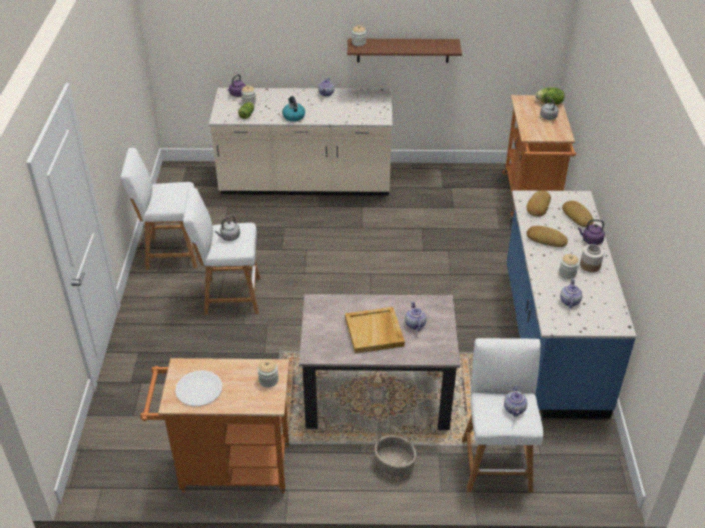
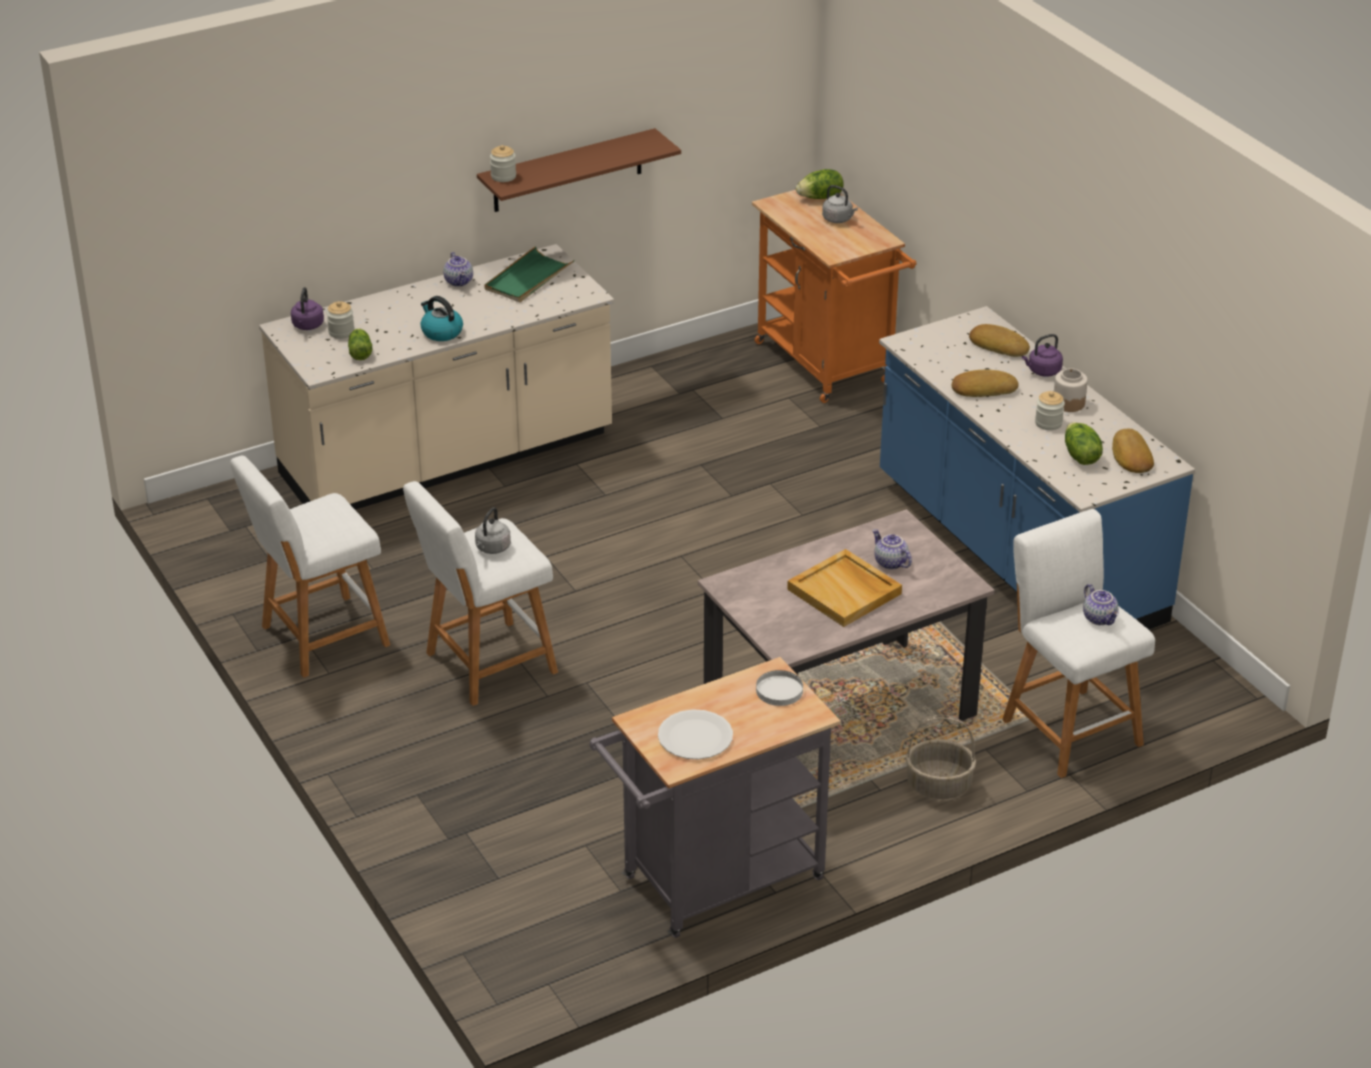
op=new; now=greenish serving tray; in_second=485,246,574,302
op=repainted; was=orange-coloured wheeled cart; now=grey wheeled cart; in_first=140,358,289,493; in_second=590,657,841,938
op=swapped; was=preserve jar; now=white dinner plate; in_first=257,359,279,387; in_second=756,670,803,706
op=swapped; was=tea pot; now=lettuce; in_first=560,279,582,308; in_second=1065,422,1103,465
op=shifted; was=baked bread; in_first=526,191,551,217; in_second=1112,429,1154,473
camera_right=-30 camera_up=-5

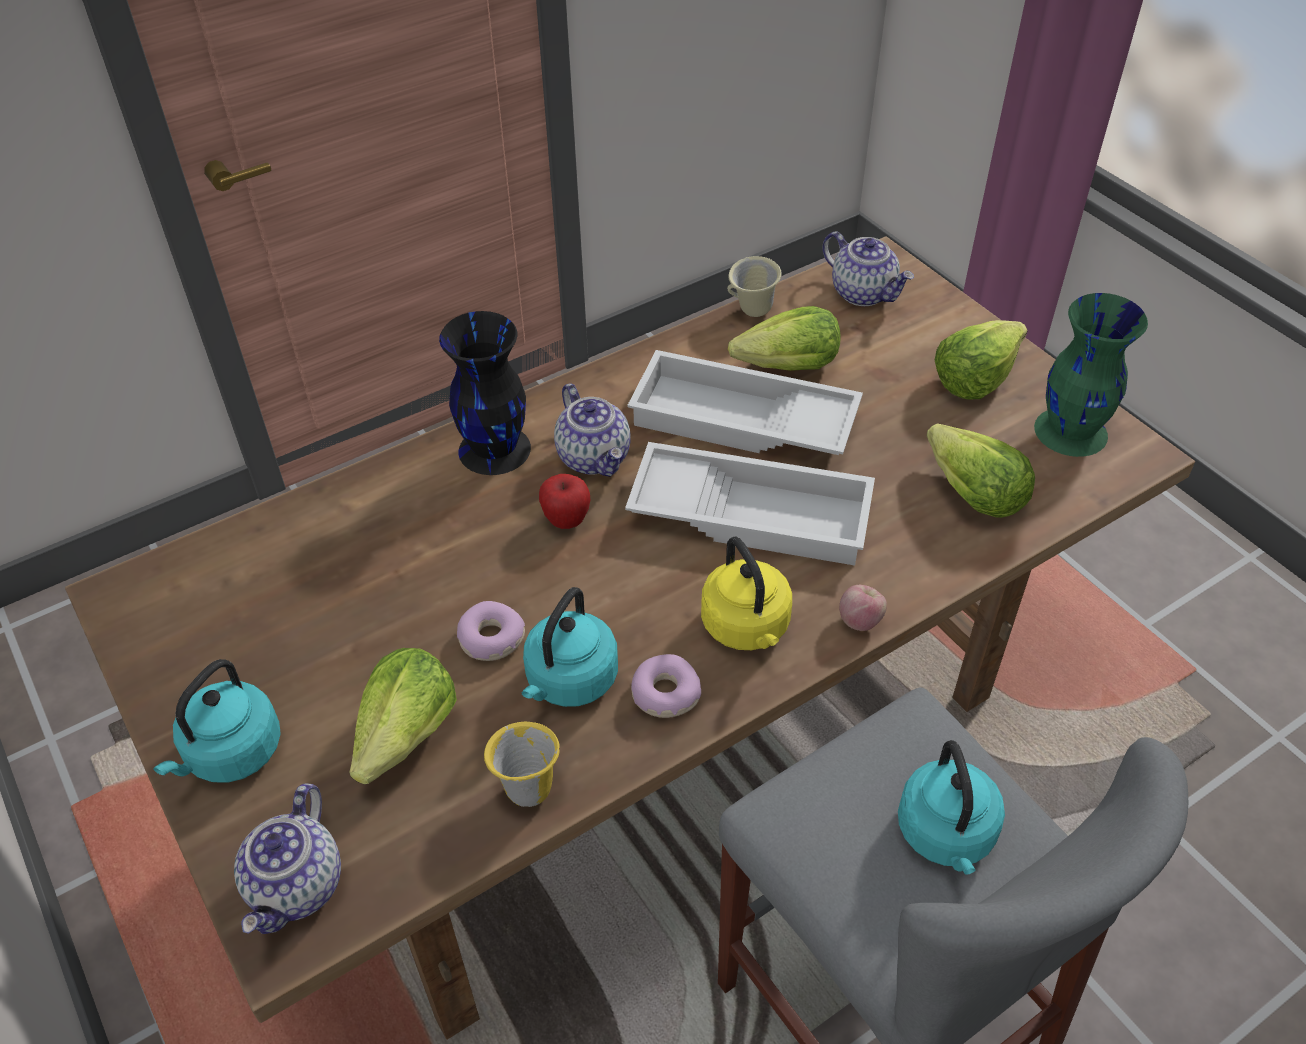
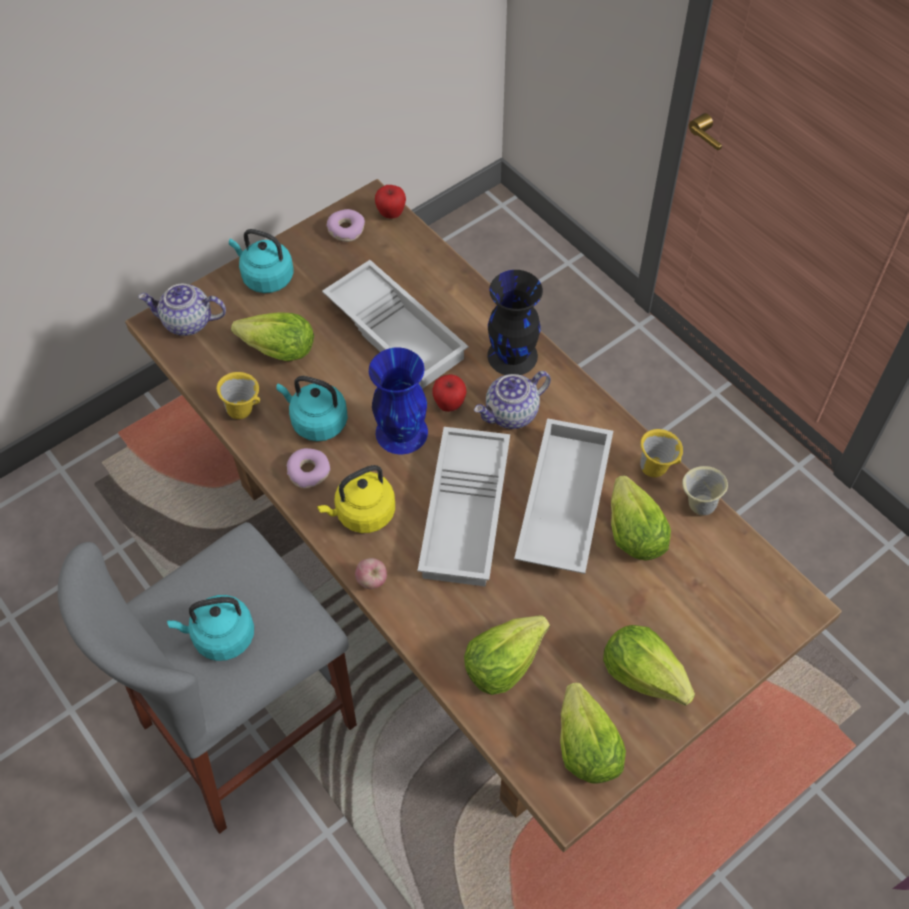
op=new; now=white serving tray; in_second=322,260,469,389
op=shifted; was=doughnut; in_first=457,601,525,661; in_second=327,209,365,242
op=new; now=blue decorative vase; in_second=369,347,428,454
op=new; now=whole apple; in_second=375,185,406,219
op=swapped; was=greenish decorative vase; now=lettuce; in_first=1034,293,1148,457; in_second=560,683,626,784
op=new; now=yellow tea mug; in_second=640,429,683,477
op=gone; was=tea pot; in_first=822,231,914,306
camera_right=85 camera_up=10

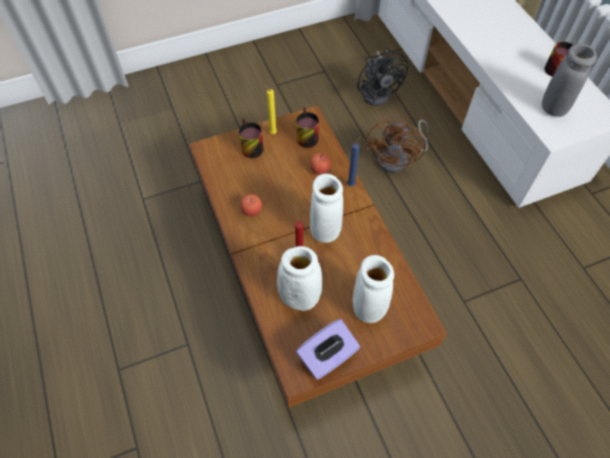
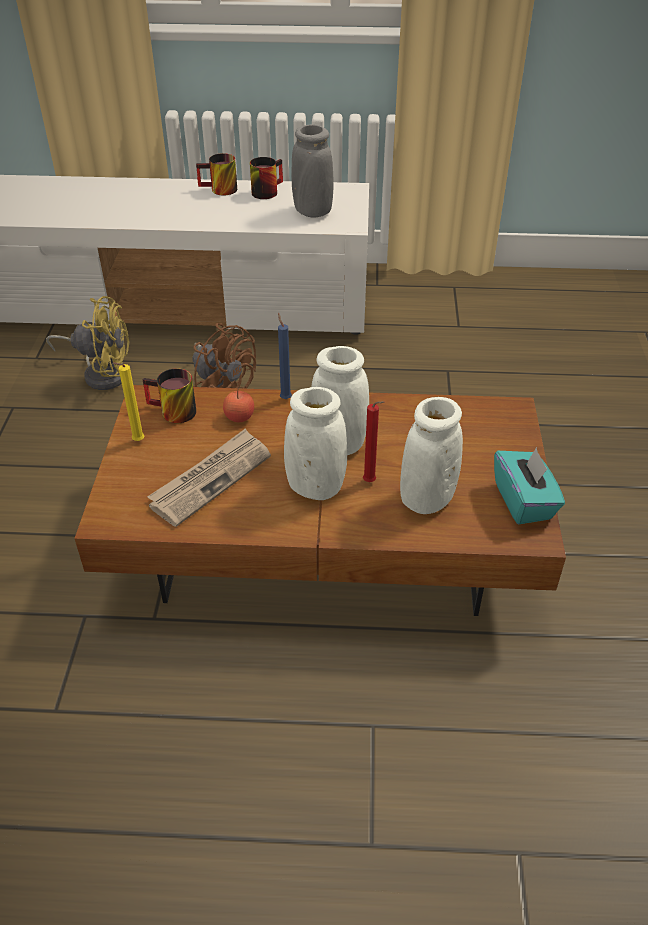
op=repainted; was=black fan; now=yellow fan; in_first=357,48,408,106; in_second=46,296,130,390
op=new; now=newspaper; in_second=147,429,271,527
op=shifted; was=tea mug; in_first=239,118,264,158; in_second=196,153,237,196
op=shifted; was=white decorative vase; in_first=353,255,394,323; in_second=284,387,347,500
op=repainted; was=purplish tissue box; now=turquoise tissue box; in_first=296,319,360,380; in_second=494,447,565,524
op=gone; was=whole apple; in_first=240,194,262,216
camera_right=-65 camera_up=-15

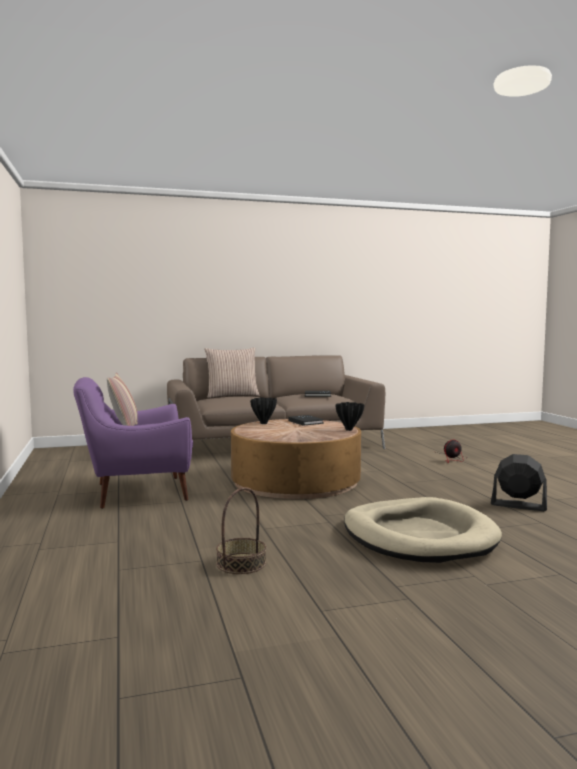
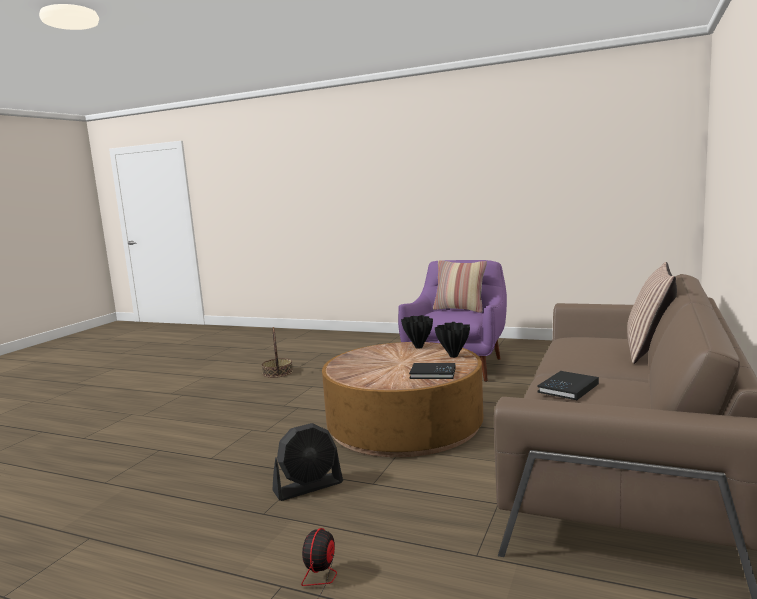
op=shifted; was=black fan; in_first=491,454,547,511; in_second=273,423,343,501
op=shifted; was=black decorative vase; in_first=335,402,365,431; in_second=401,315,433,349
op=gone; was=sand-coloured dog cushion; in_first=344,497,502,563
camera_right=130 camera_up=5

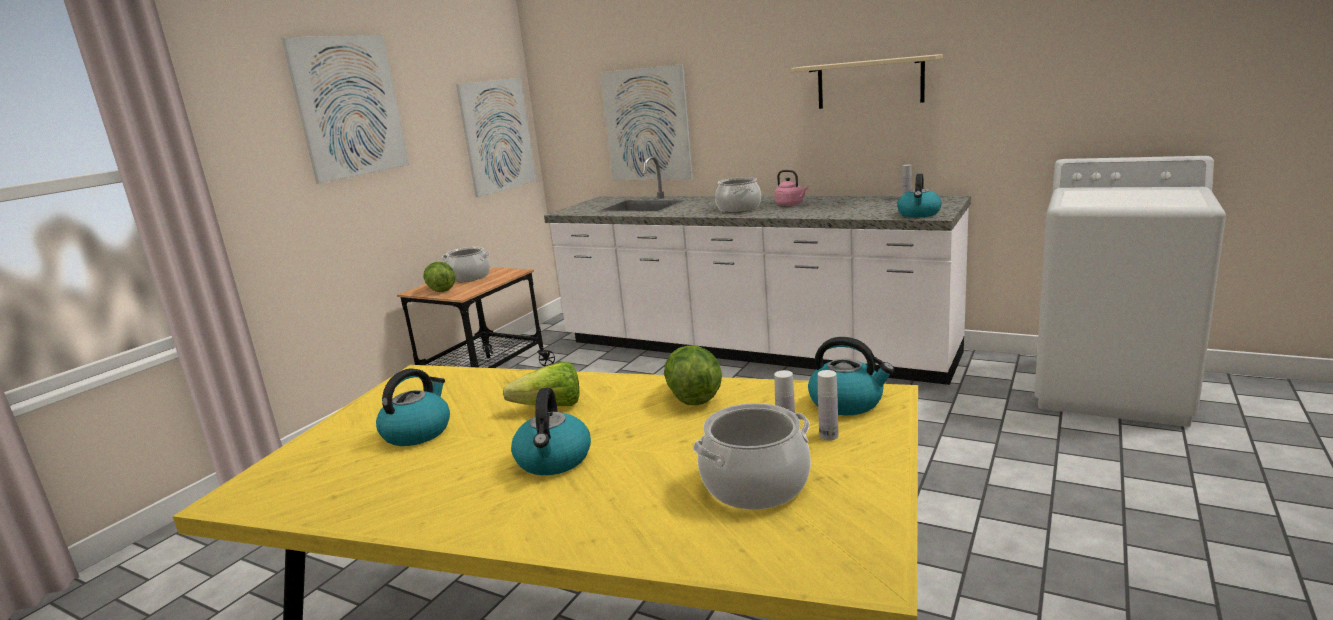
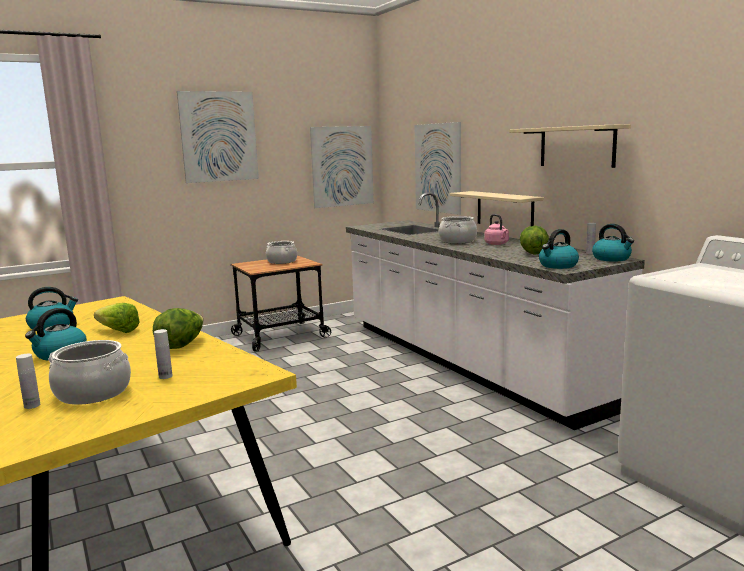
op=shifted; was=white beverage bottle; in_first=818,370,838,441; in_second=16,354,40,409
op=new; now=sand-coloured shelf; in_second=450,191,544,226
op=shifted; was=lettuce; in_first=423,262,455,292; in_second=520,226,549,255
op=shifted; was=kettle; in_first=808,337,894,415; in_second=592,224,634,262
camera_right=30 camera_up=-5

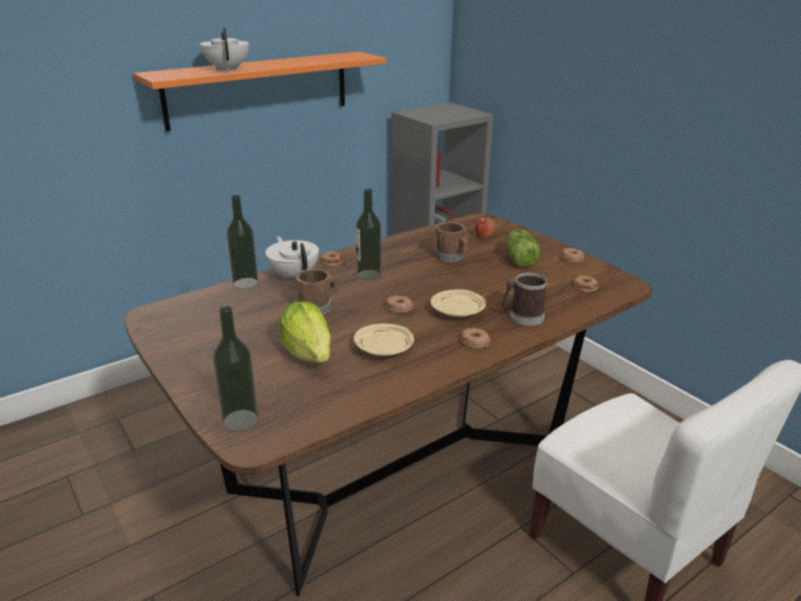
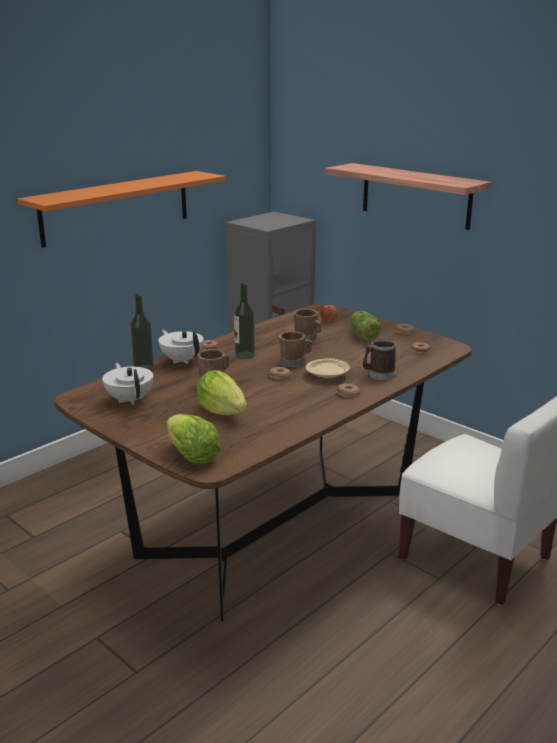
op=shifted; was=white tea pot; in_first=200,28,249,72; in_second=102,363,153,405
op=swapped; was=beverage bottle; now=lettuce; in_first=213,306,258,432; in_second=167,414,221,464
op=new; now=brown-coloured tea mug; in_second=279,331,312,367
op=new; now=shelf; in_second=325,163,492,230
op=gone; was=sand-coloured dinner plate; in_first=354,323,414,356
camera_right=-10 camera_up=-5

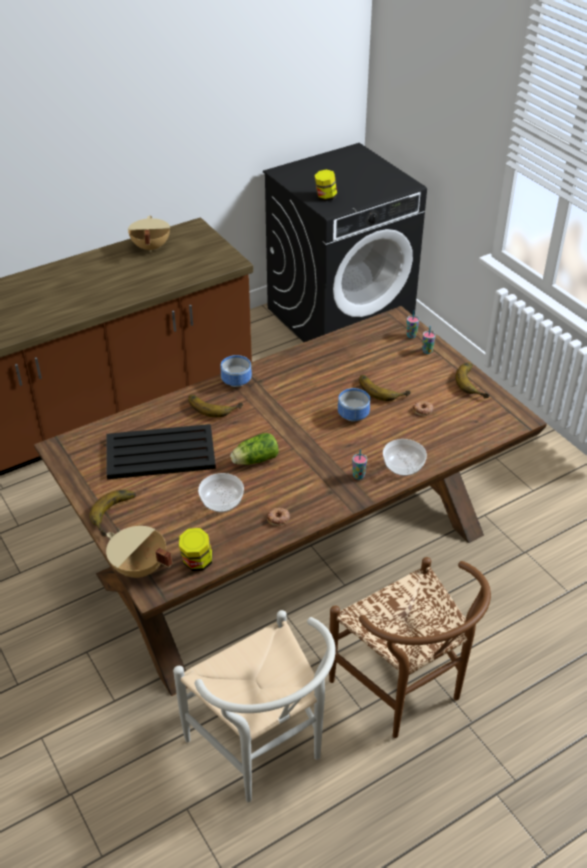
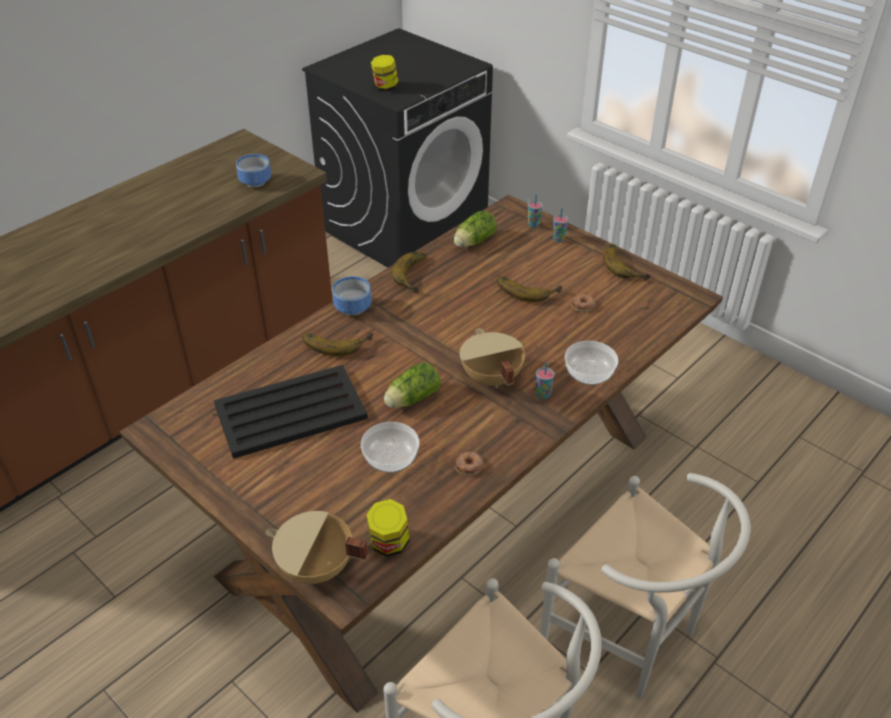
op=shifted; was=deep dish; in_first=338,388,370,422; in_second=236,154,271,187
op=shifted; was=banana fruit; in_first=89,490,136,537; in_second=392,251,427,293
op=new; now=lettuce; in_second=454,211,497,247
op=shifted; was=sand-coloured stockpot; in_first=128,216,170,253; in_second=460,328,525,388
op=repainted; was=brown-coloured chair; now=white chair; in_first=329,557,491,738; in_second=541,473,750,699
camera_right=-15 camera_up=0

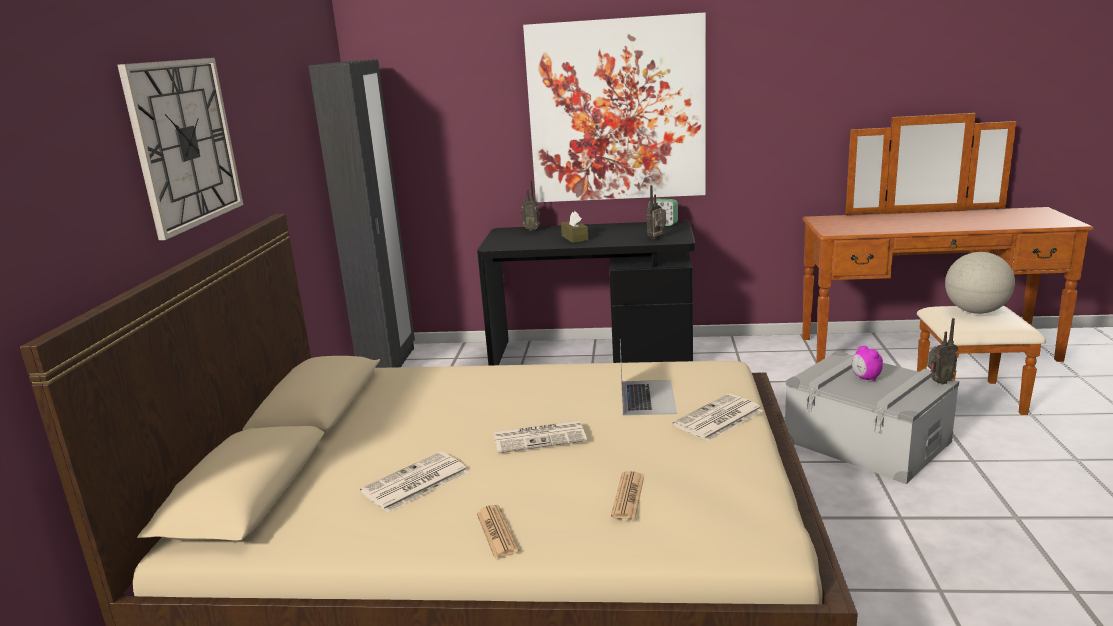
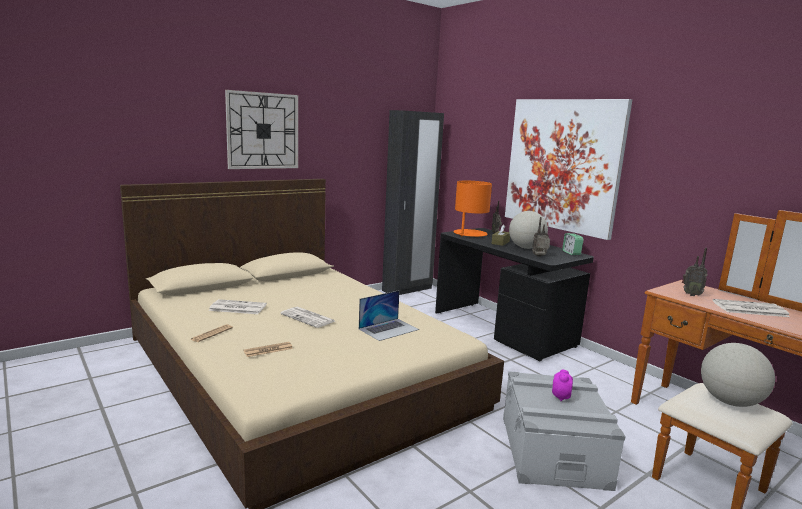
op=new; now=orange-coloured lamp for a table; in_second=454,181,492,237
op=new; now=globe; in_second=509,211,548,249
op=shifted; was=radio receiver; in_first=927,318,958,384; in_second=682,248,708,296
op=shifted; was=newspaper; in_first=673,394,763,441; in_second=713,299,790,317
camera_right=45 camera_up=-5

